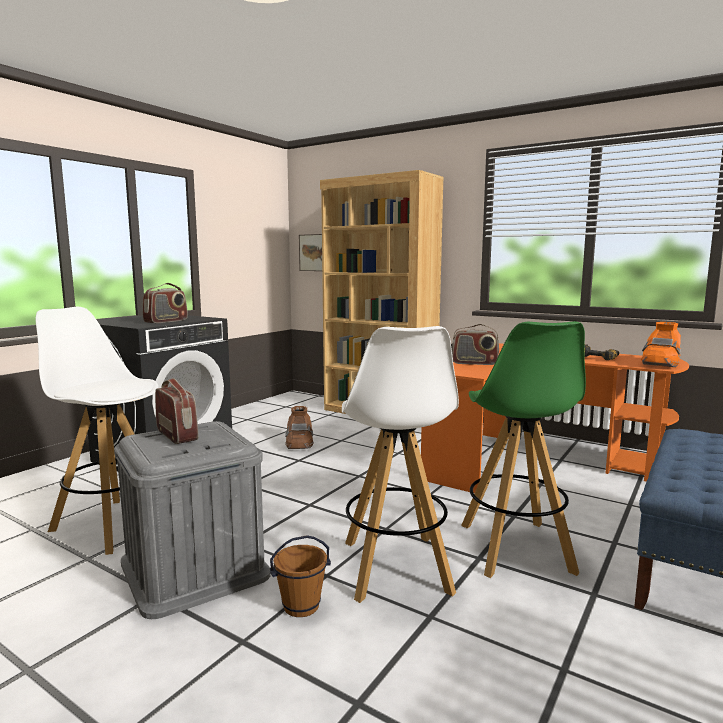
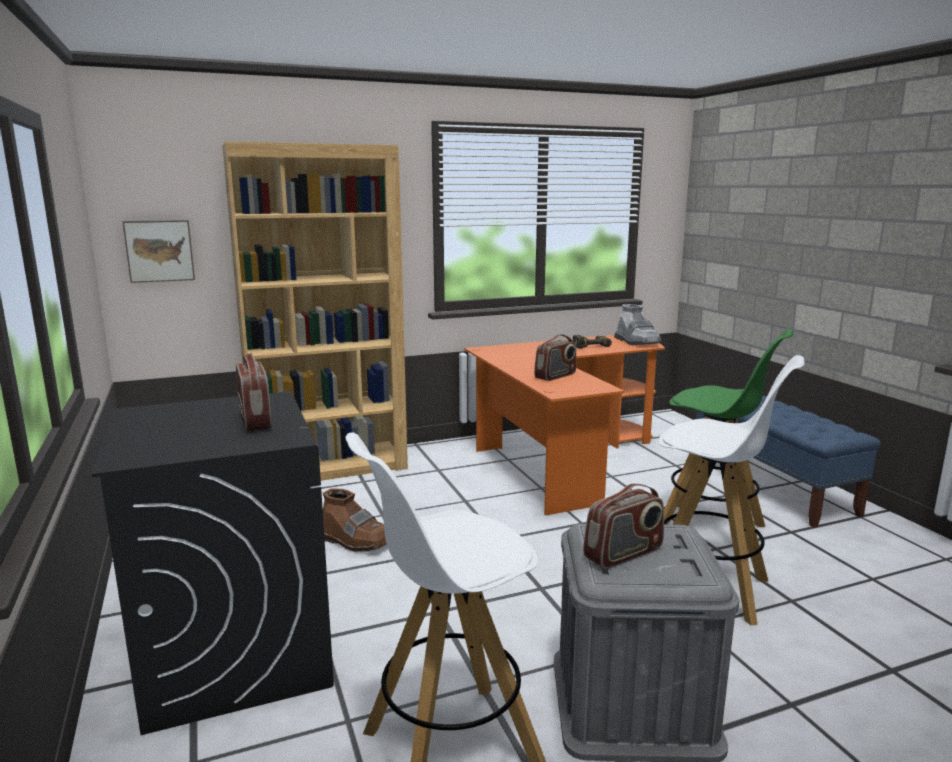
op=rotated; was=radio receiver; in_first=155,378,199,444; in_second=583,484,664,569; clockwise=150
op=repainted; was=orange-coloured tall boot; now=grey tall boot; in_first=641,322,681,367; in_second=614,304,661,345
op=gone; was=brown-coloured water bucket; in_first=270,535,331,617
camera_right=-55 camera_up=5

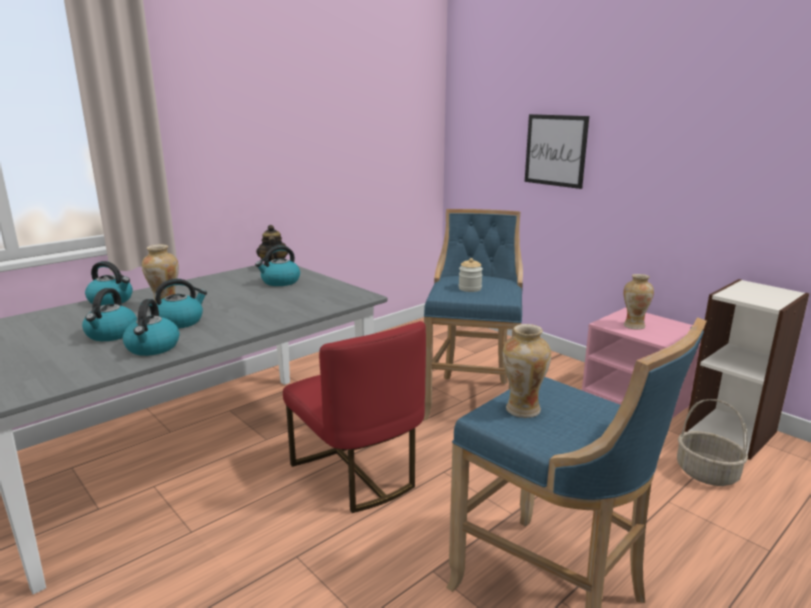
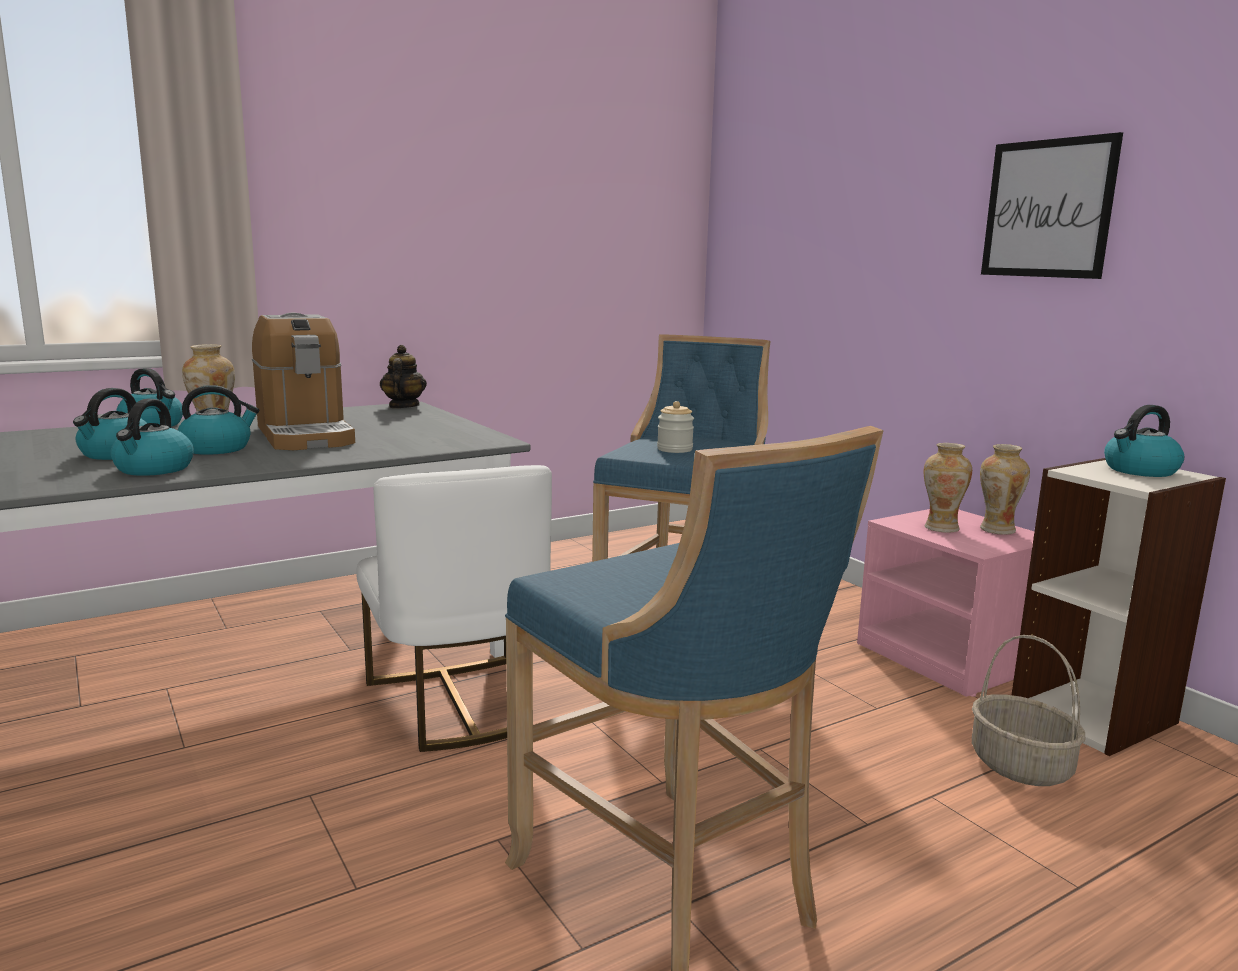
op=new; now=coffee maker; in_second=252,313,355,450
op=repainted; was=red-coloured chair; now=white chair; in_first=283,321,426,513; in_second=356,465,552,752
op=shifted; was=decorative vase; in_first=502,324,551,418; in_second=980,444,1030,535
op=shifted; was=wall picture; in_first=525,114,589,189; in_second=981,132,1123,279
op=shifted; was=kettle; in_first=255,245,300,286; in_second=1104,405,1184,477
camera_right=10 camera_up=-5

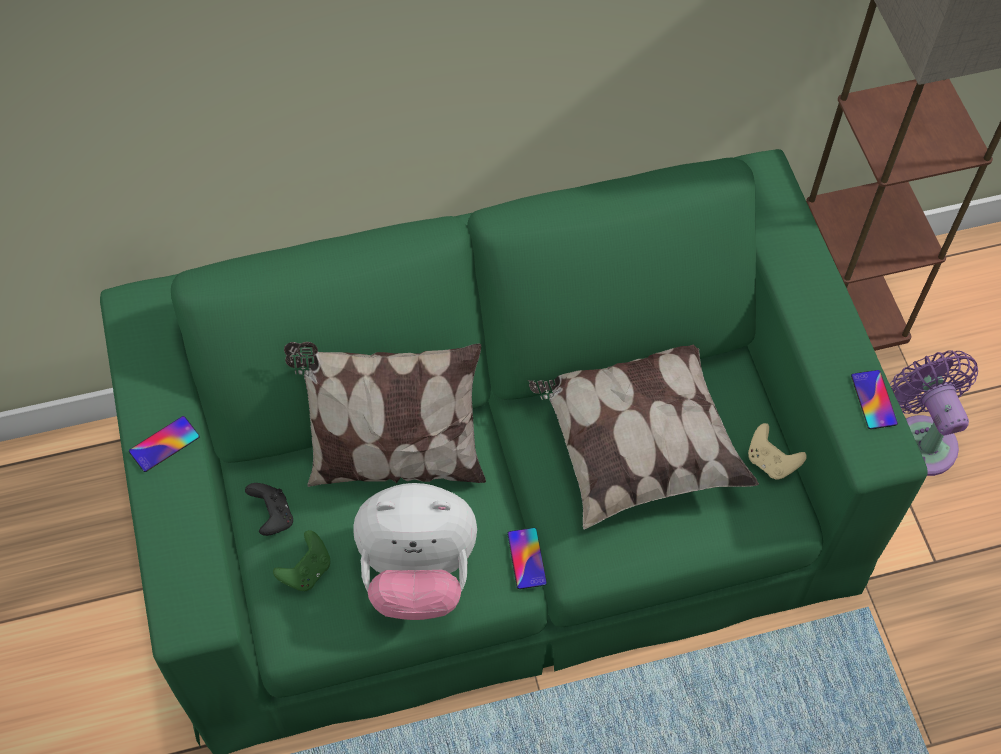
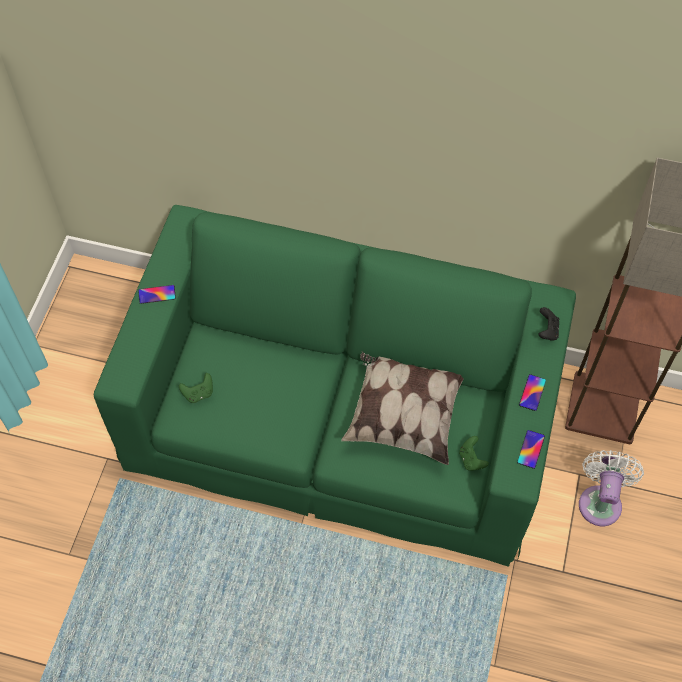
op=repainted; was=sand-coloured gamepad; now=greenish gamepad; in_first=748,423,807,480; in_second=459,436,489,471
op=shifted; was=telephone; in_first=507,528,547,589; in_second=519,374,546,411
op=shifted; was=black gamepad; in_first=245,483,293,536; in_second=539,307,559,341
op=repainted; was=purplish fan; now=white fan; in_first=890,350,978,476; in_second=579,450,644,526
op=gone; was=pillow; in_first=284,342,486,487
op=gone; was=cuddly toy; in_first=353,483,477,620
camera_right=30 camera_up=0

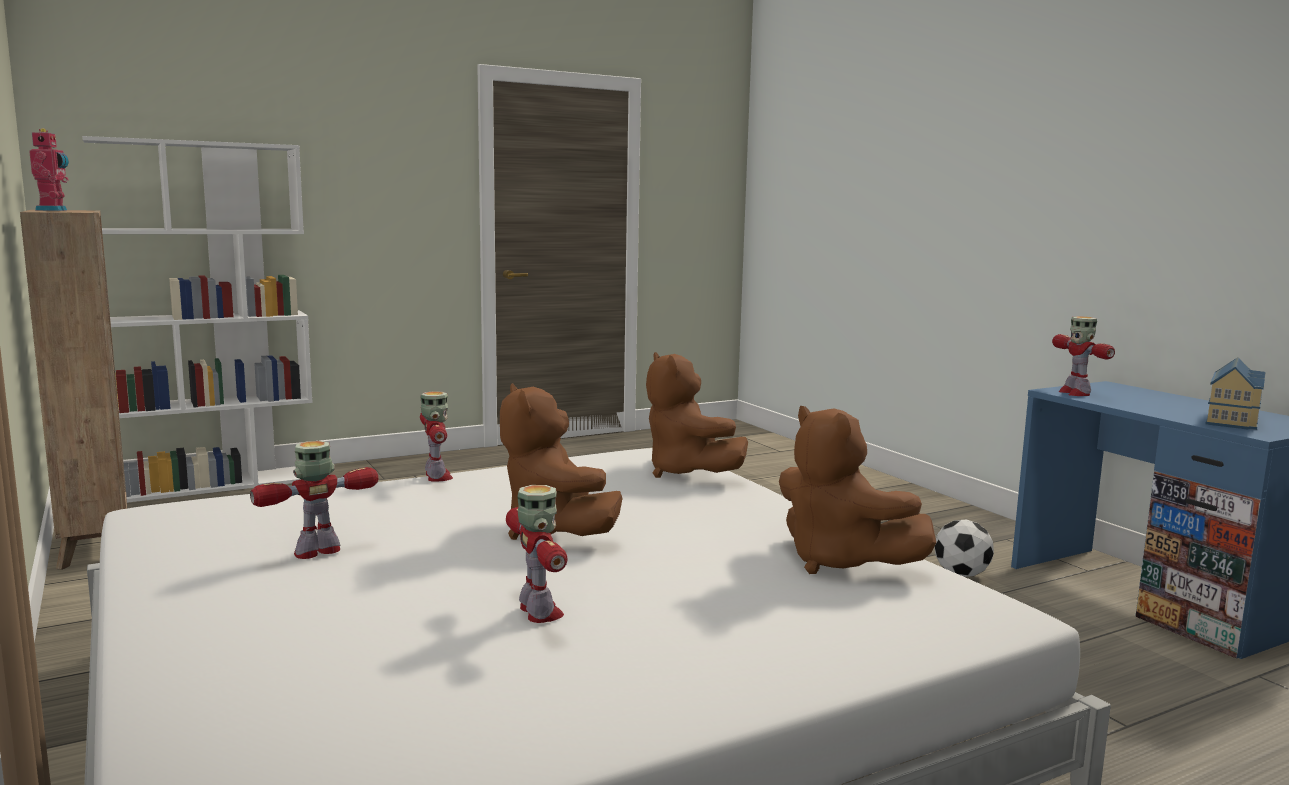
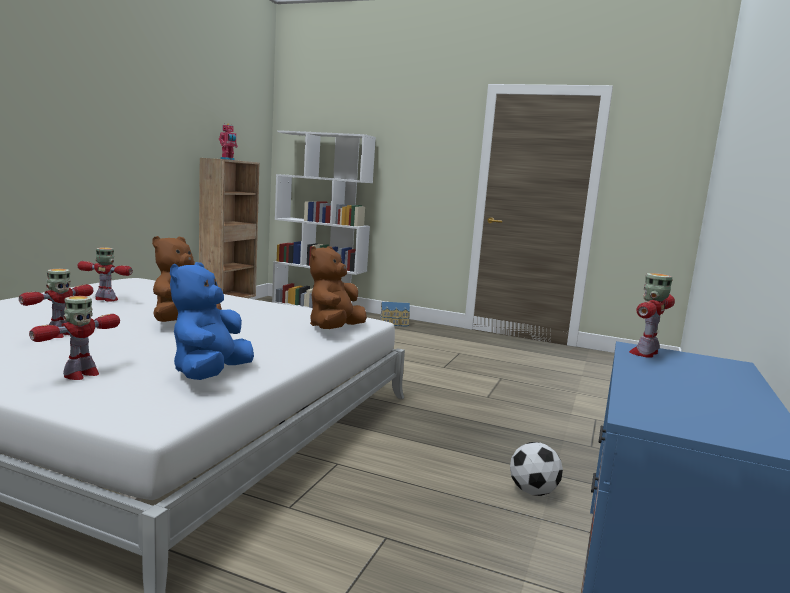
op=shifted; was=toy robot; in_first=420,391,453,482; in_second=29,296,120,380
op=repainted; was=brown-coloured cuddly toy; now=blue cuddly toy; in_first=779,406,936,574; in_second=170,262,254,380
op=shifted; was=model house; in_first=1205,357,1265,430; in_second=380,302,410,327
camera_right=50 camera_up=0

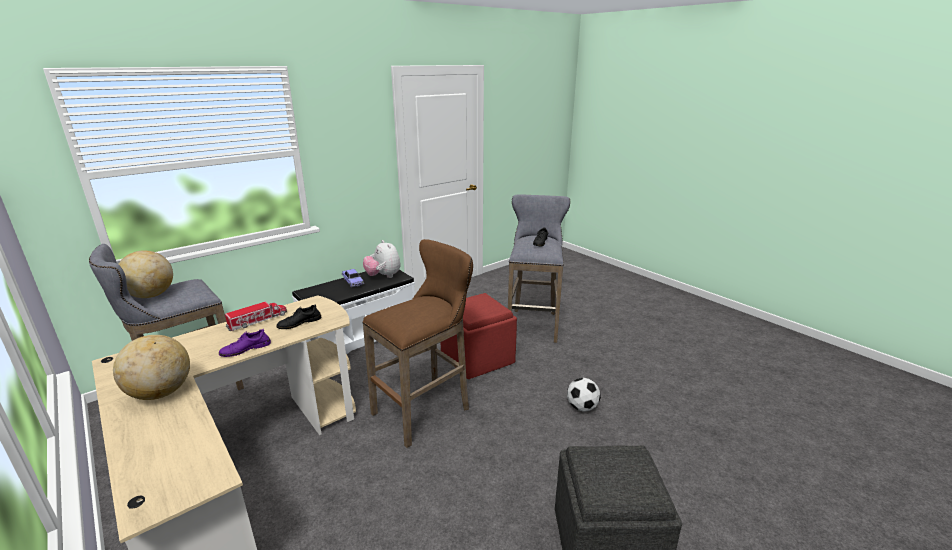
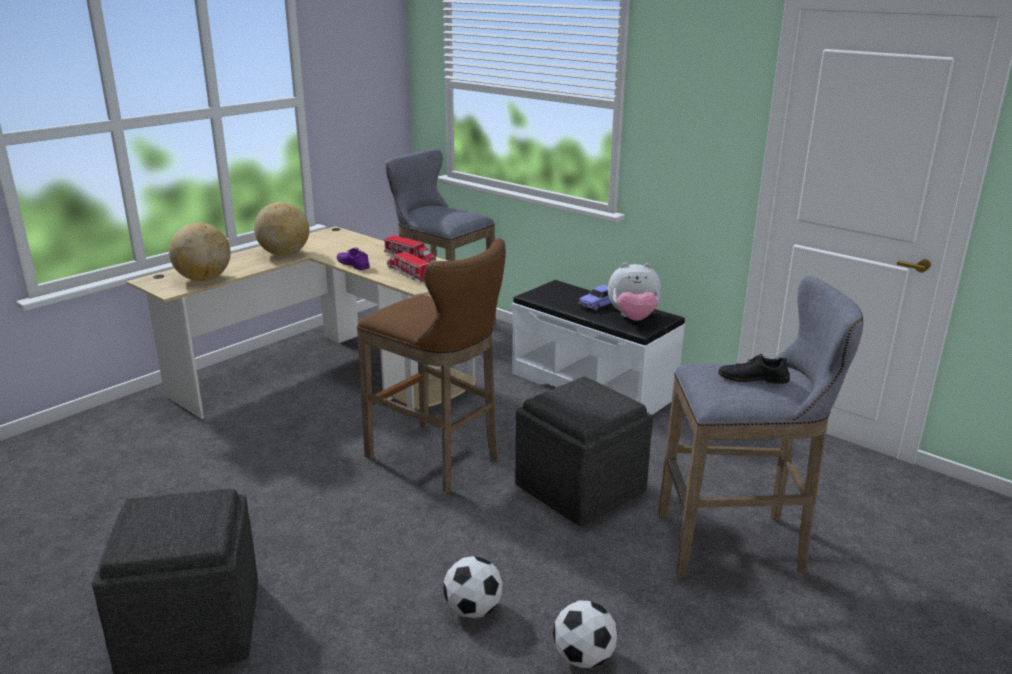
op=shifted; was=globe; in_first=119,250,173,298; in_second=169,223,231,281
op=swapped; was=black item of footwear; now=toy truck; in_first=277,305,321,329; in_second=387,251,430,282
op=repainted; was=red-coloured footrest; now=grey footrest; in_first=440,293,517,379; in_second=515,376,653,526
op=new; now=football ball; in_second=553,600,618,668
op=rotated; was=cuddly toy; in_first=363,240,401,278; in_second=608,263,661,321; clockwise=-135
camera_right=80 camera_up=0

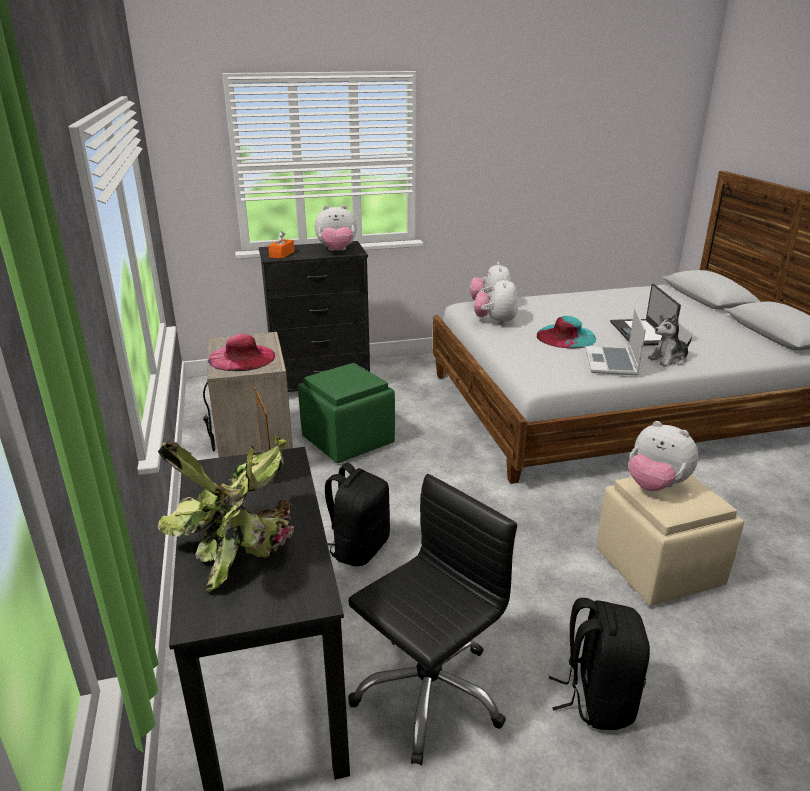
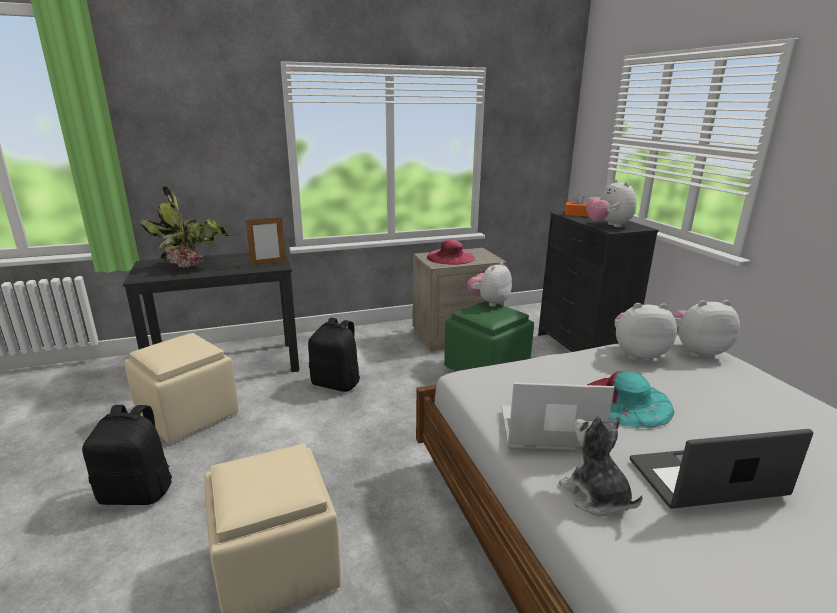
op=swapped; was=black computer chair; now=sand-coloured footrest; in_first=348,474,517,765; in_second=124,333,239,443
op=shifted; was=cuddly toy; in_first=628,421,698,491; in_second=467,262,512,307
camera_right=85 camera_up=-5

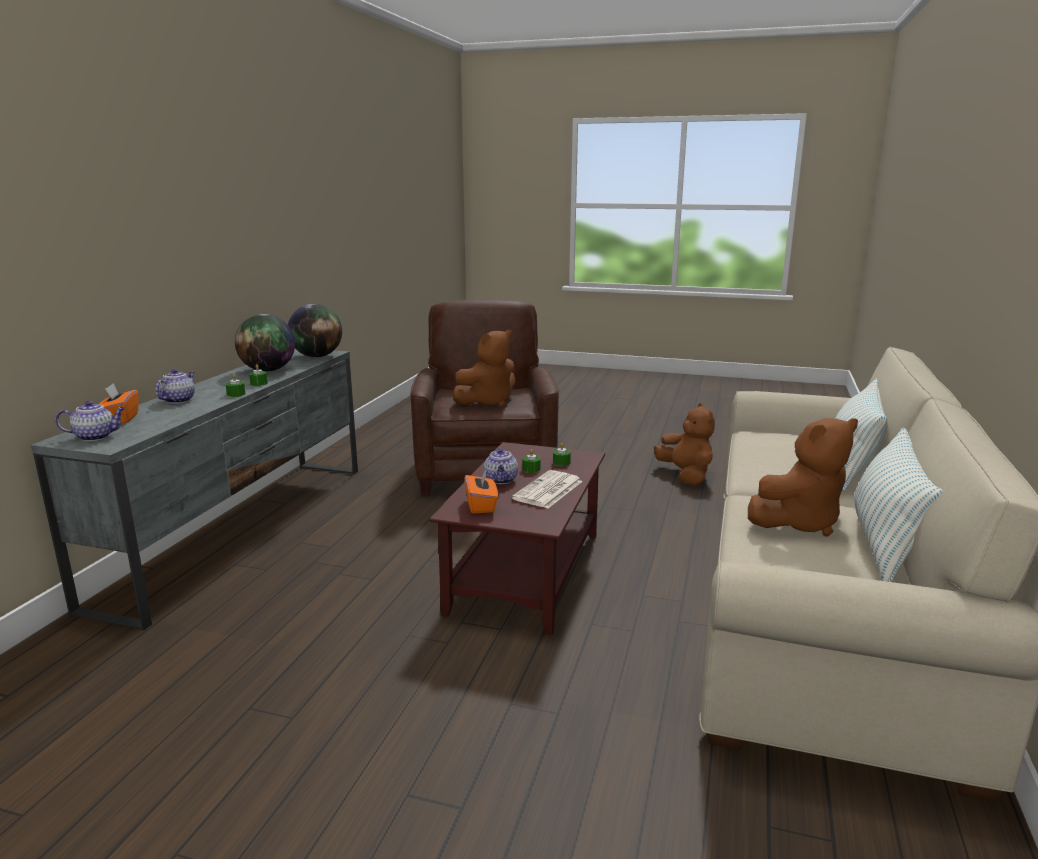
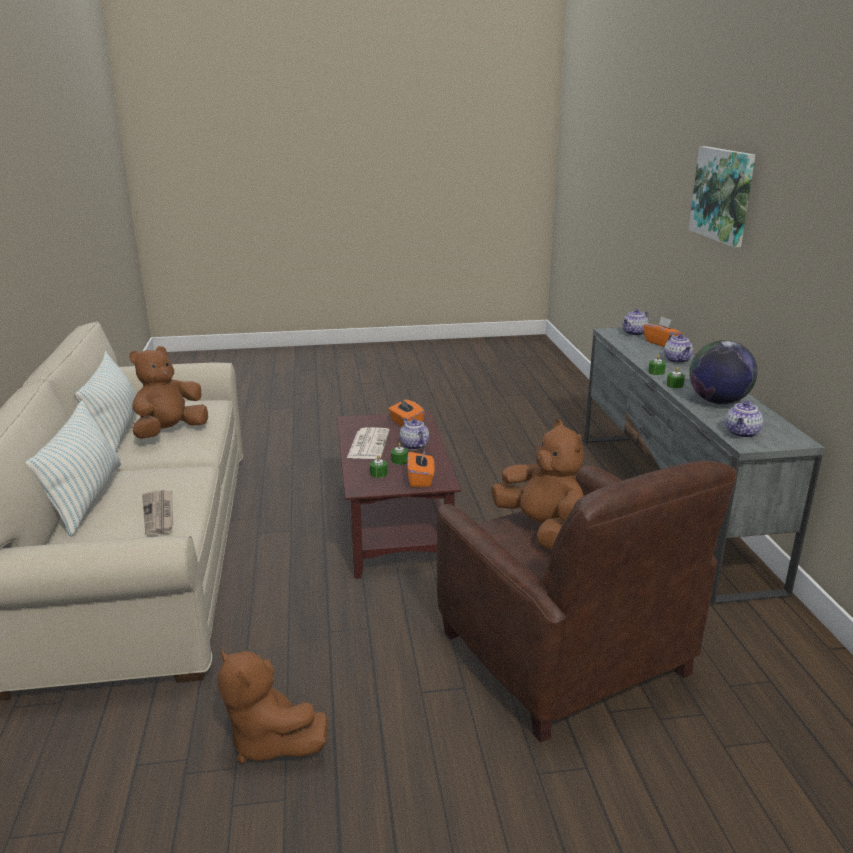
op=new; now=newspaper; in_second=142,490,173,536
op=new; now=orange-coloured tissue box; in_second=407,450,434,487
op=rotated; was=brown-coloured cuddly toy; in_first=453,330,515,407; in_second=491,420,584,549; clockwise=120
op=new; now=wall picture; in_second=689,146,755,248
op=swapped; was=globe; now=tea pot; in_first=288,304,342,357; in_second=725,400,763,438
camera_right=155 camera_up=5

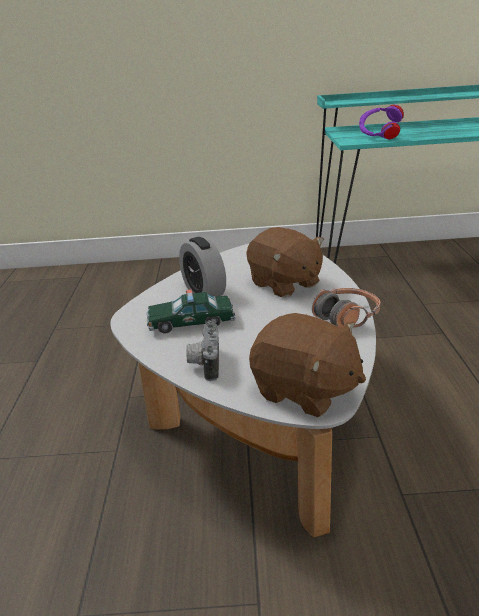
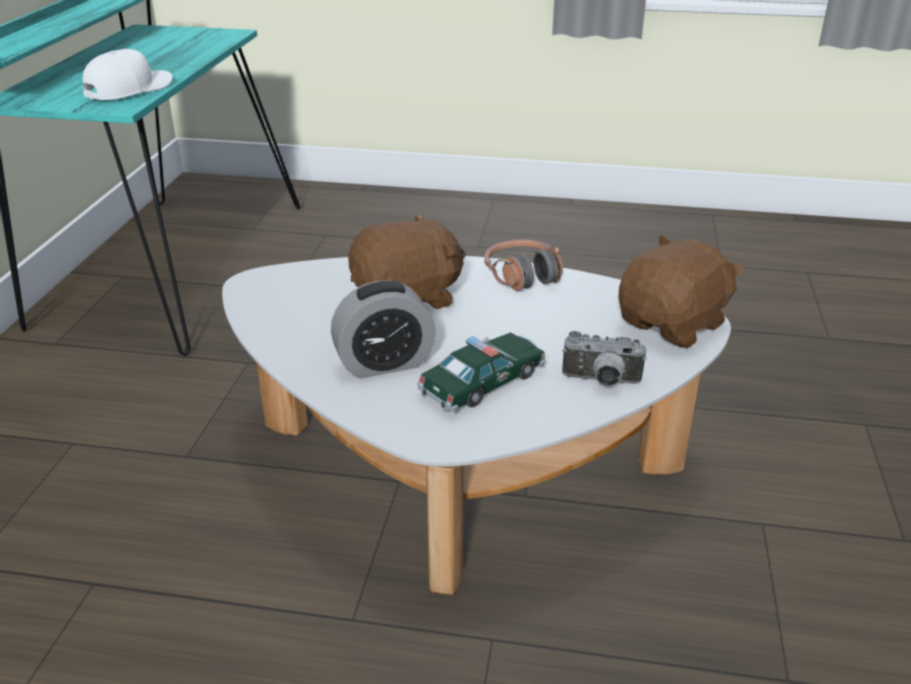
op=swapped; was=purplish pair of headphones; now=white peaked cap; in_first=359,105,404,139; in_second=83,49,173,100
op=rotated; was=miniature car; in_first=146,289,235,334; in_second=417,332,546,412; clockwise=-135
camera_right=-80 camera_up=5

